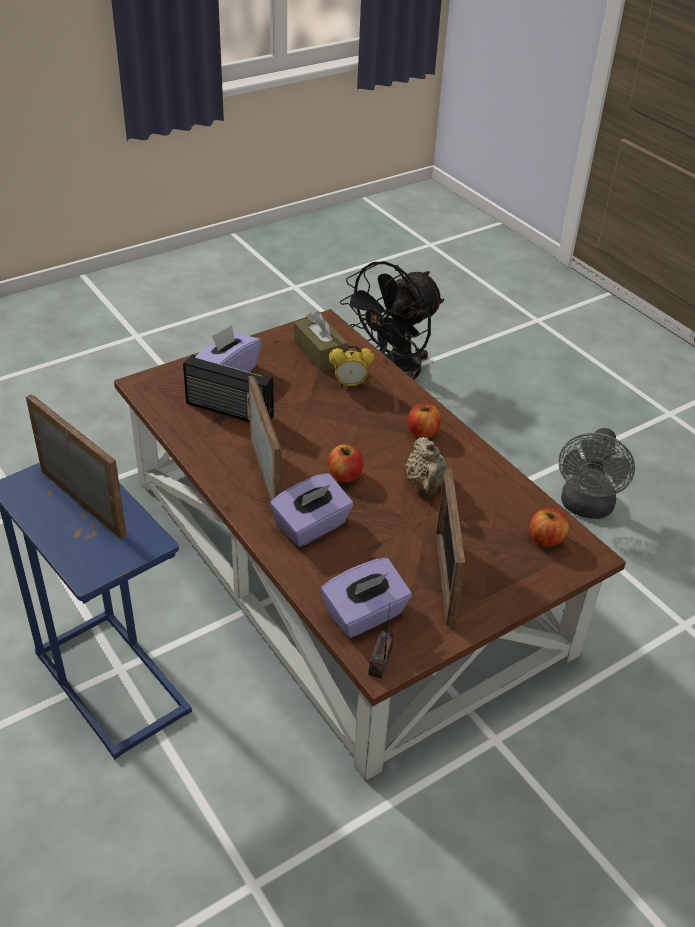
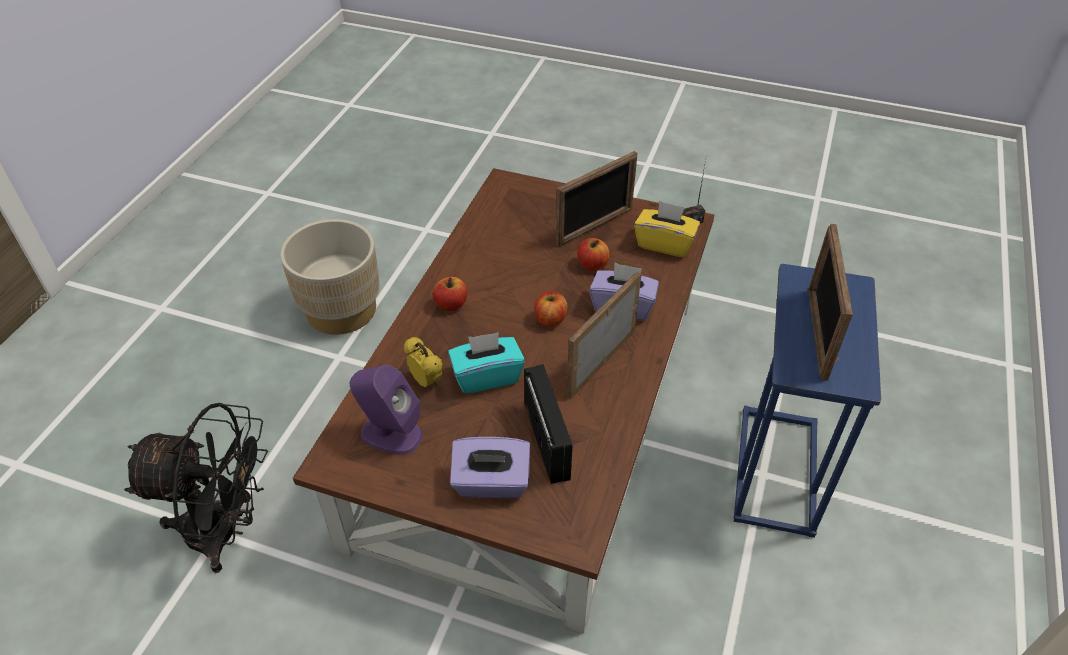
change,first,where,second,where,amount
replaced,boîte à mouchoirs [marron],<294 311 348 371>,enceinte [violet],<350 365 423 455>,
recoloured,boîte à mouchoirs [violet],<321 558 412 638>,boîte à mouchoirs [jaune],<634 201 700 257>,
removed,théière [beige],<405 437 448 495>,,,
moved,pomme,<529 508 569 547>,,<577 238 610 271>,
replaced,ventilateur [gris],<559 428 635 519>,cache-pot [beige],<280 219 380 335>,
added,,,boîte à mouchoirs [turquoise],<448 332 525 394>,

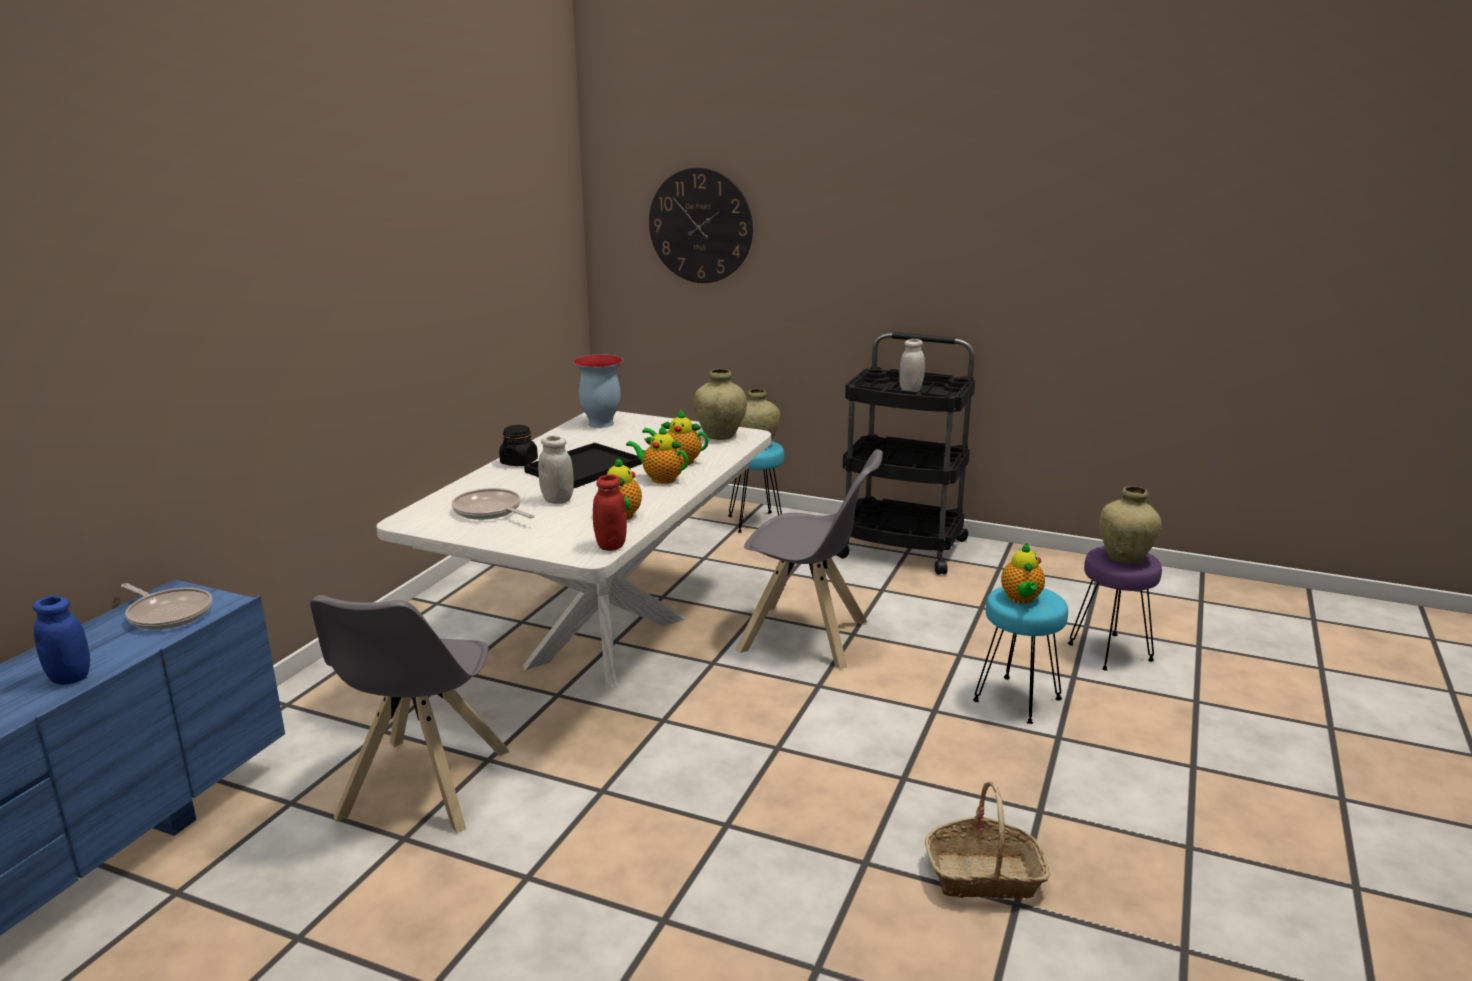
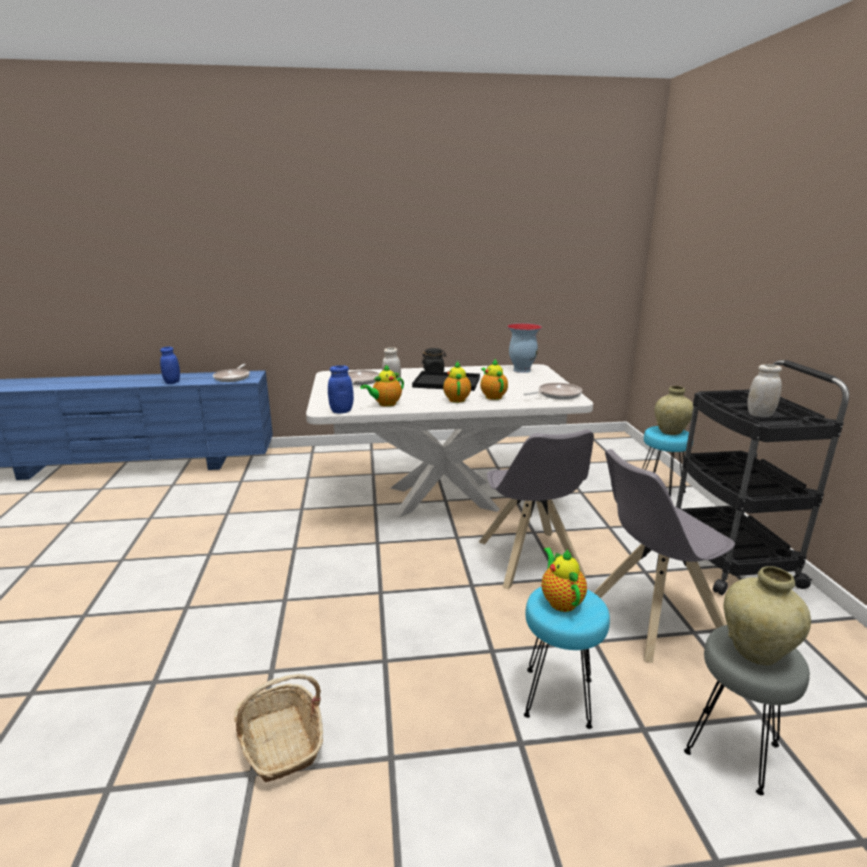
change,first,where,second,where,amount
moved,chaise [gris],<310 595 509 833>,,<593 449 735 663>,
recoloured,bocal [rouge],<593 475 627 551>,bocal [bleu],<328 365 354 414>,
removed,horloge murale,<649 168 753 283>,,,
replaced,vase [beige],<693 369 747 440>,poêle,<523 383 582 400>,
turned,théière,<1001 543 1045 604>,,<542 547 587 612>,105 degrees clockwise
recoloured,tabouret [violet],<1068 546 1162 671>,tabouret [gris],<684 625 810 795>,

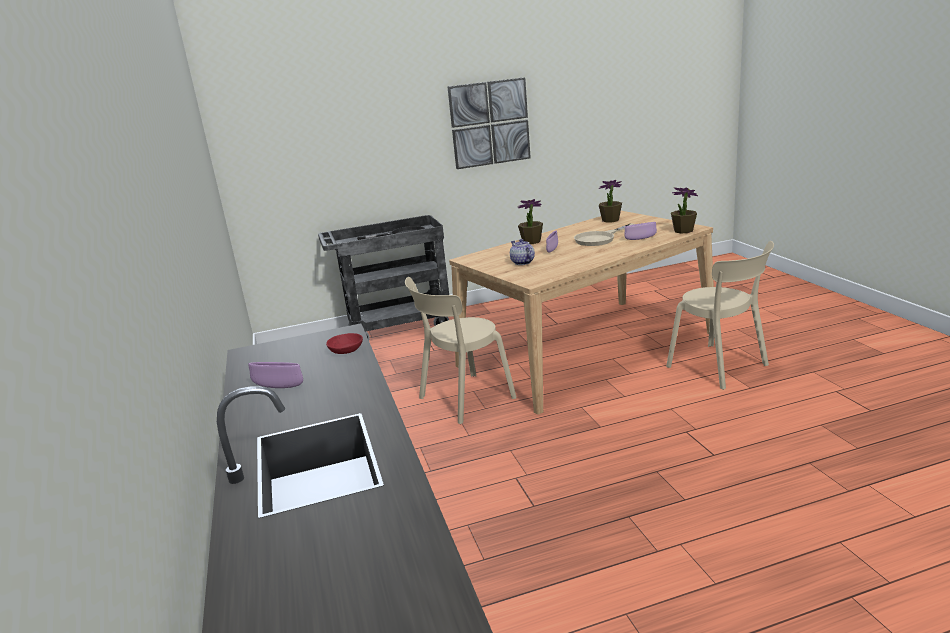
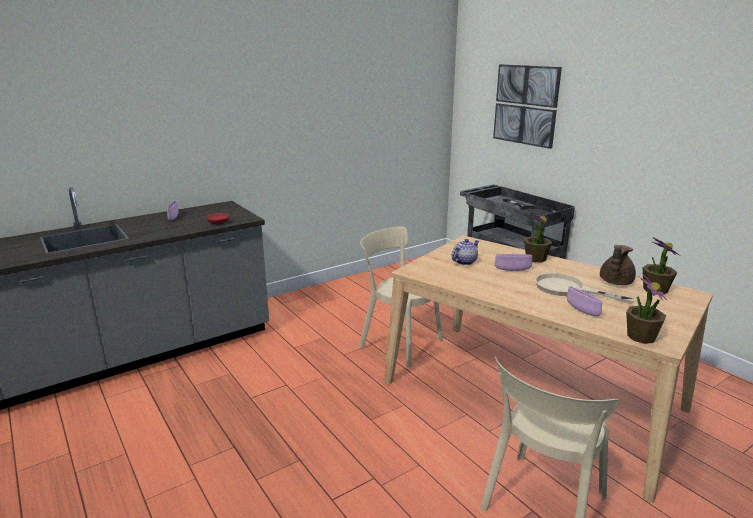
change,first,where,second,where,amount
moved,tableau,<448 77 531 169>,,<493 64 562 149>,
added,,,théière [marron],<600 245 636 285>,

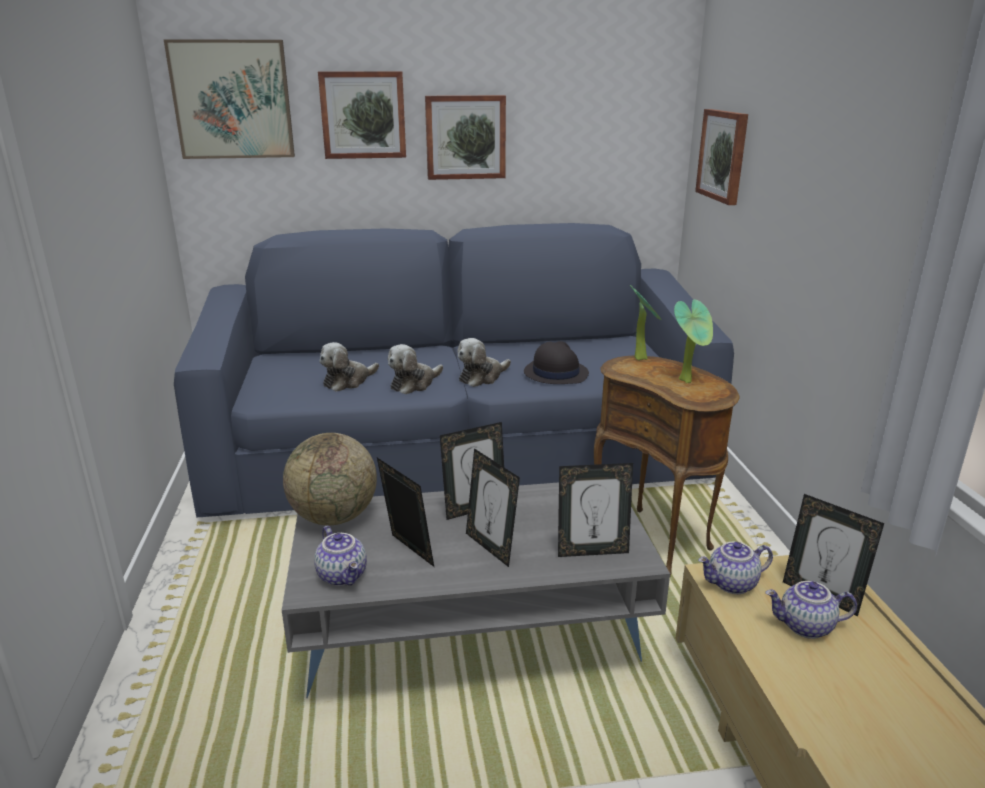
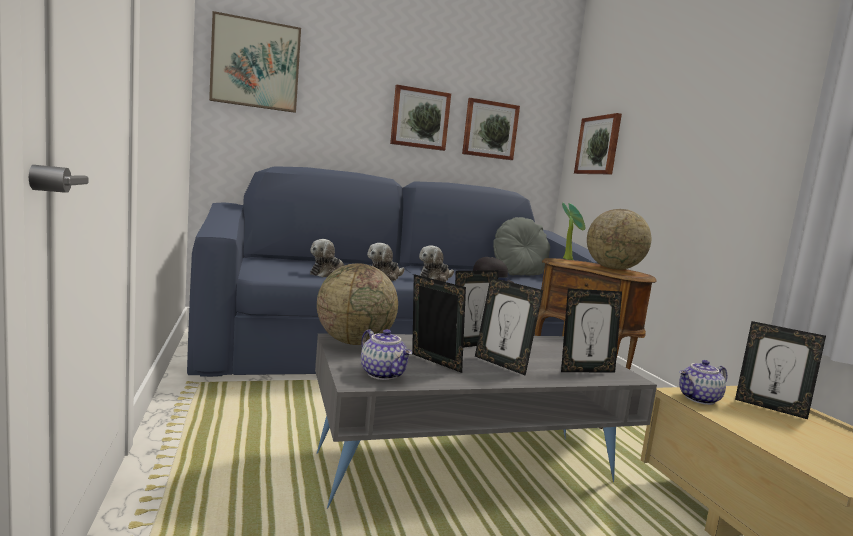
change,first,where,second,where,amount
moved,tableau,<318 71 406 159>,,<462 98 520 160>,
replaced,plante en pot,<674 299 713 383>,globe,<587 209 651 270>,
removed,théière,<765 581 857 639>,,,
added,,,coussin [gris],<493 217 550 276>,

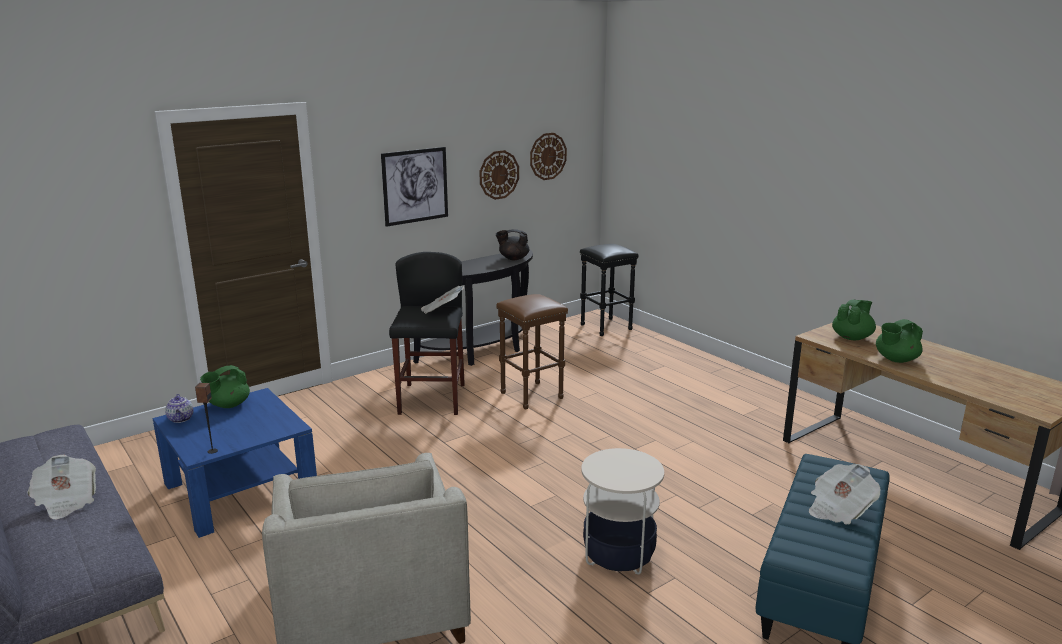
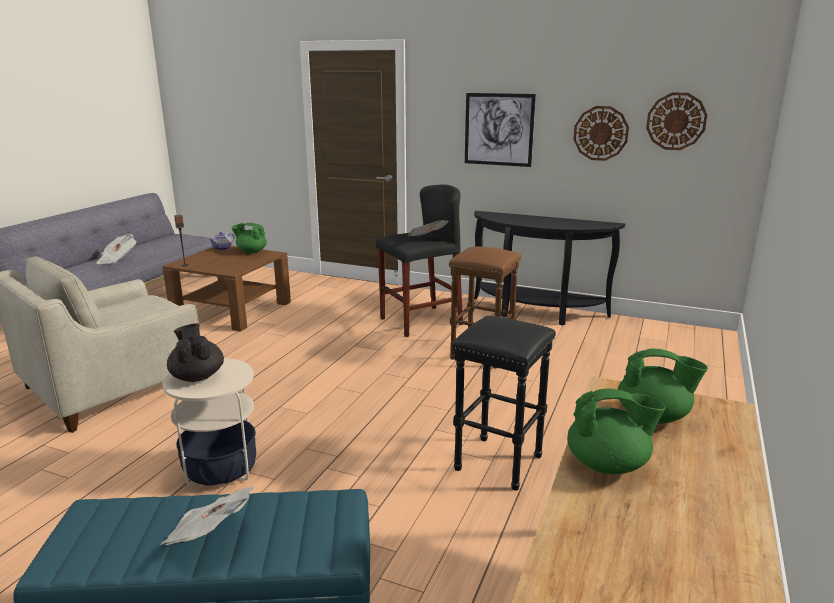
change,first,where,second,where,amount
recoloured,table basse [bleu],<153 388 317 538>,table basse [marron],<162 246 291 332>,
moved,théière [noir],<496 229 530 260>,,<167 323 224 382>,
moved,tabouret [noir],<580 244 638 336>,,<452 316 556 491>,
turned,théière [vert],<876 319 923 363>,,<567 388 666 474>,150 degrees clockwise

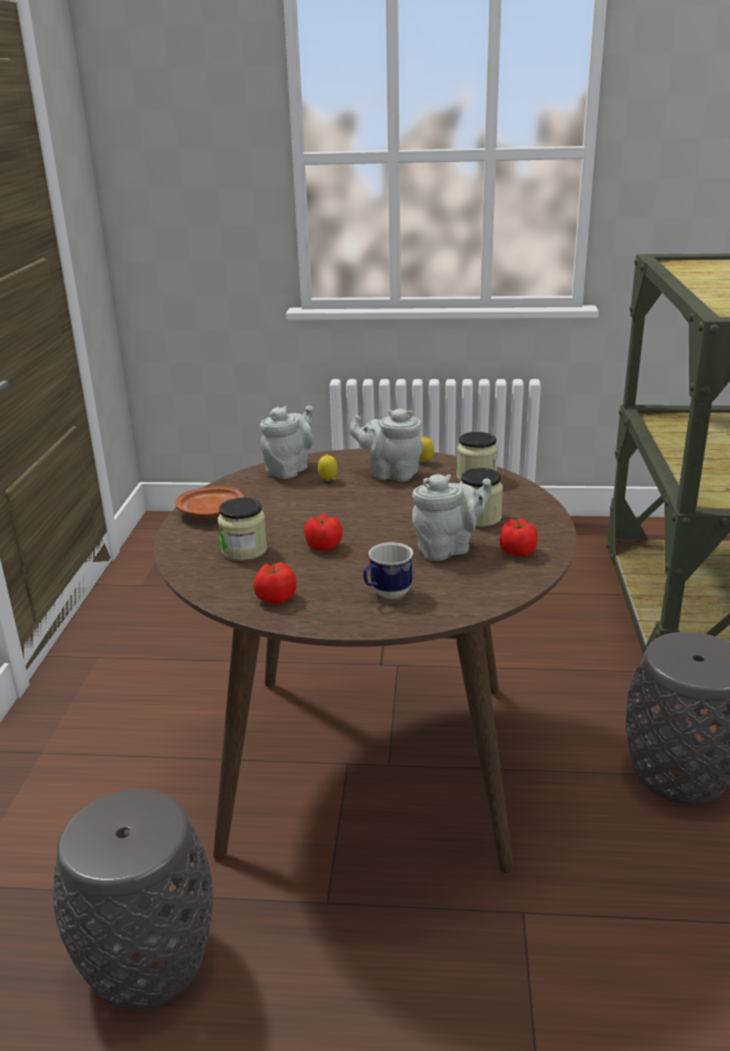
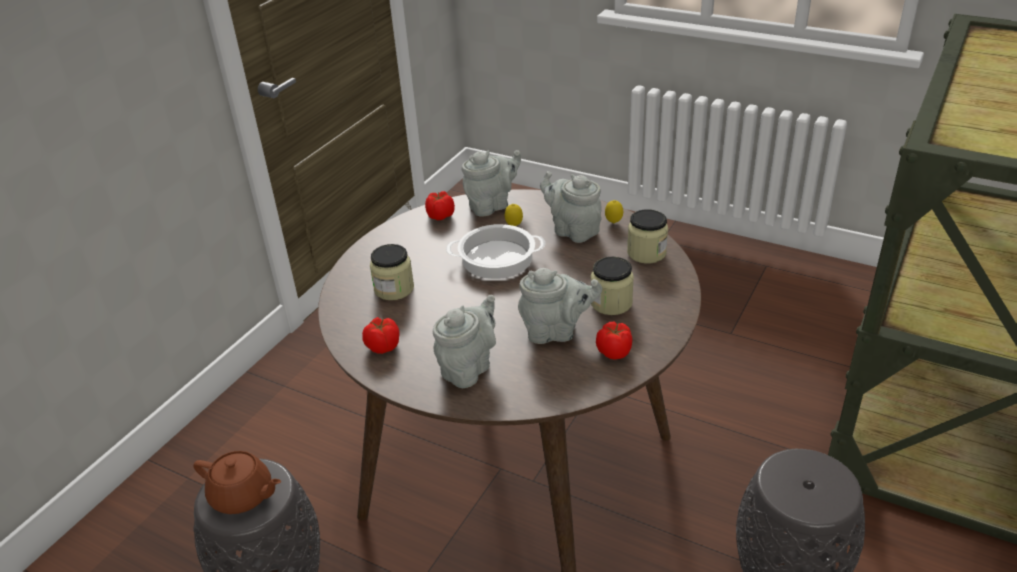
change,first,where,second,where,amount
removed,assiette [marron],<175 486 244 518>,,,
moved,tomate,<304 514 343 551>,,<425 191 455 220>,
replaced,mug,<363 542 413 599>,théière [gris],<433 295 496 388>,
added,,,théière [marron],<193 451 281 514>,
added,,,marmite,<446 224 546 279>,

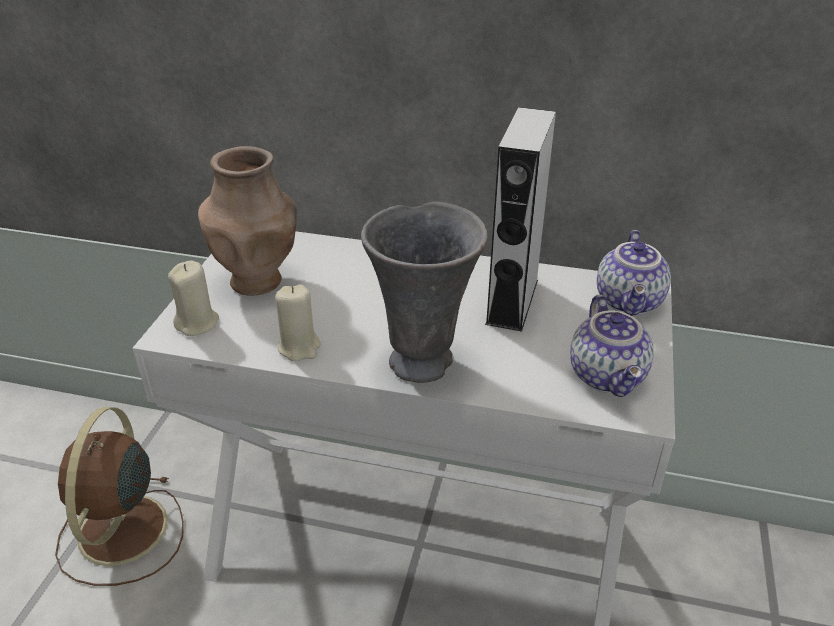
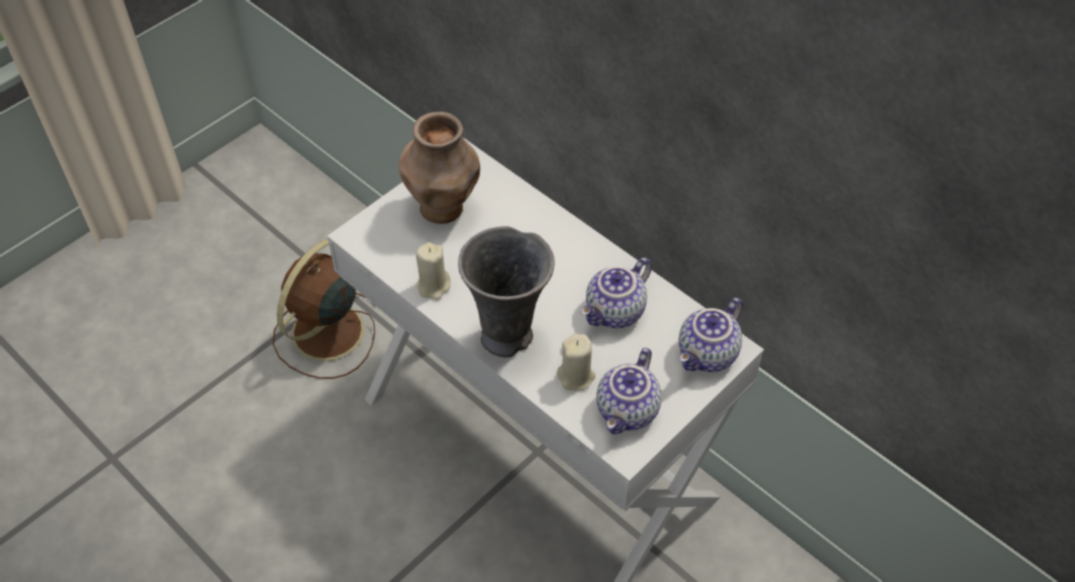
change,first,where,second,where,amount
moved,bougie [beige],<168 260 219 336>,,<557 334 596 390>,
replaced,enceinte [gris],<485 107 556 332>,théière,<581 258 652 328>,

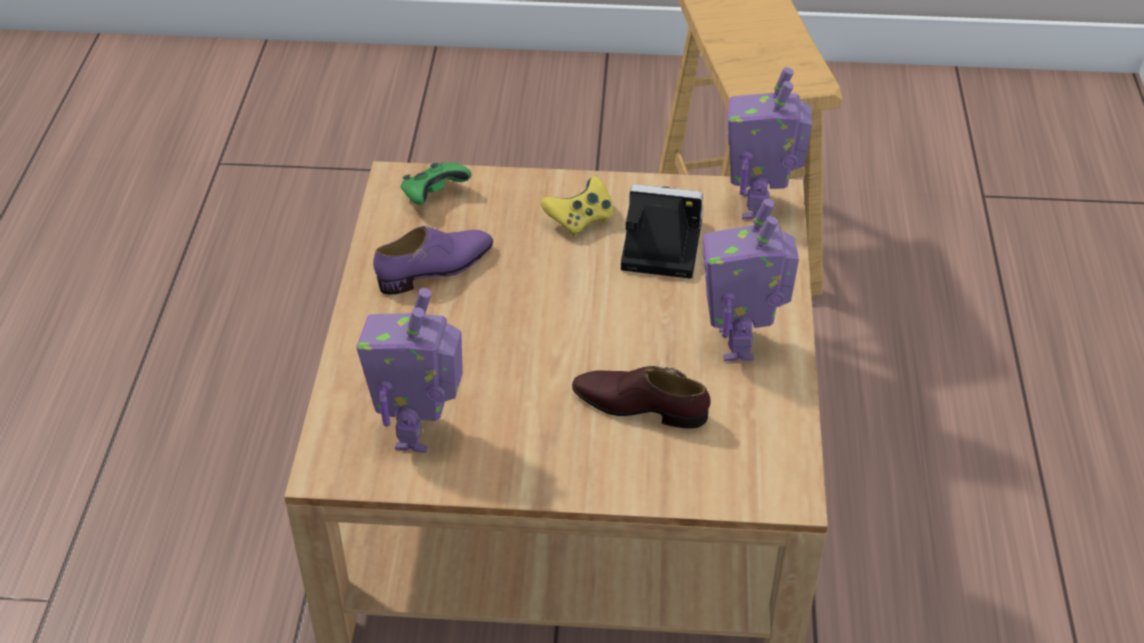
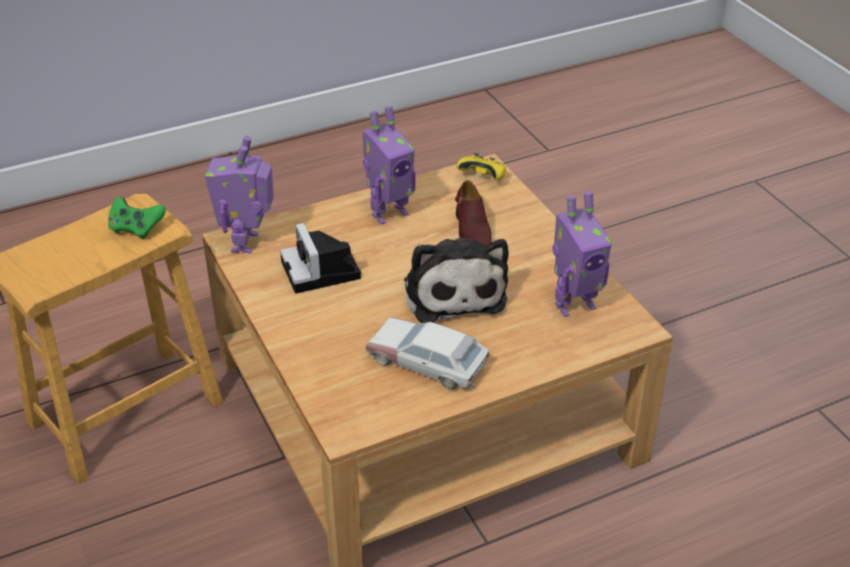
change,first,where,second,where,amount
replaced,chaussure [violet],<373 226 493 295>,petite voiture,<365 317 489 389>,
moved,manette [vert],<401 162 472 205>,,<108 197 166 239>,
moved,manette [jaune],<541 176 614 236>,,<456 153 506 180>,
turned,robot jouet,<727 67 812 220>,,<204 136 274 254>,120 degrees clockwise
added,,,peluche,<404 238 509 323>,

